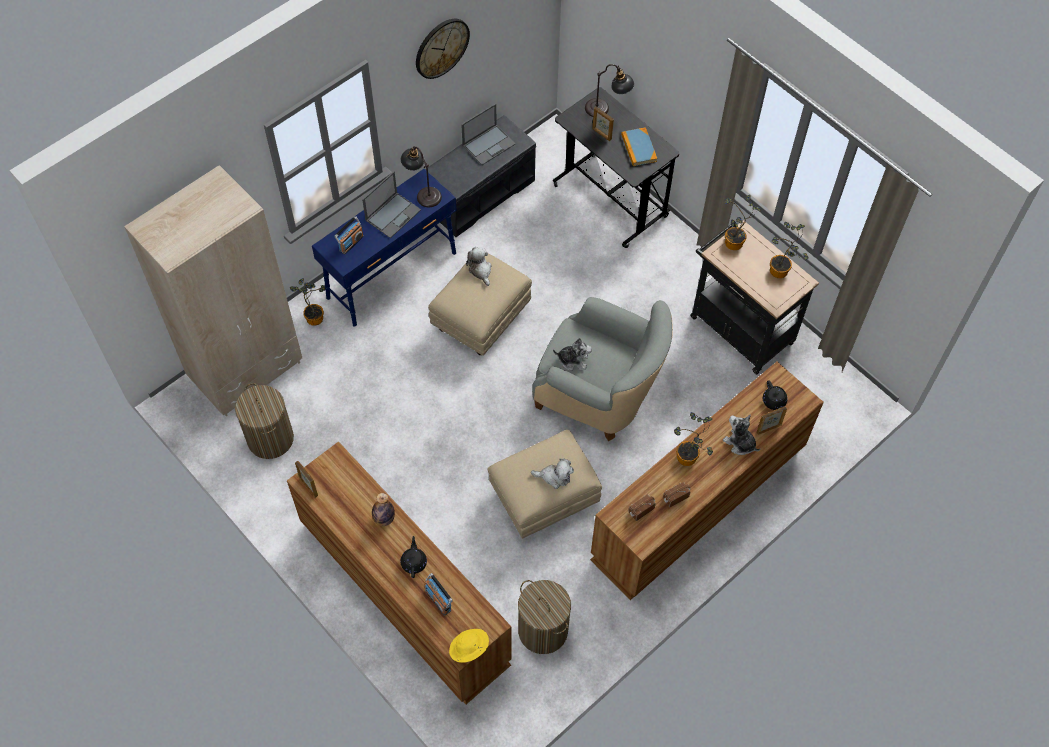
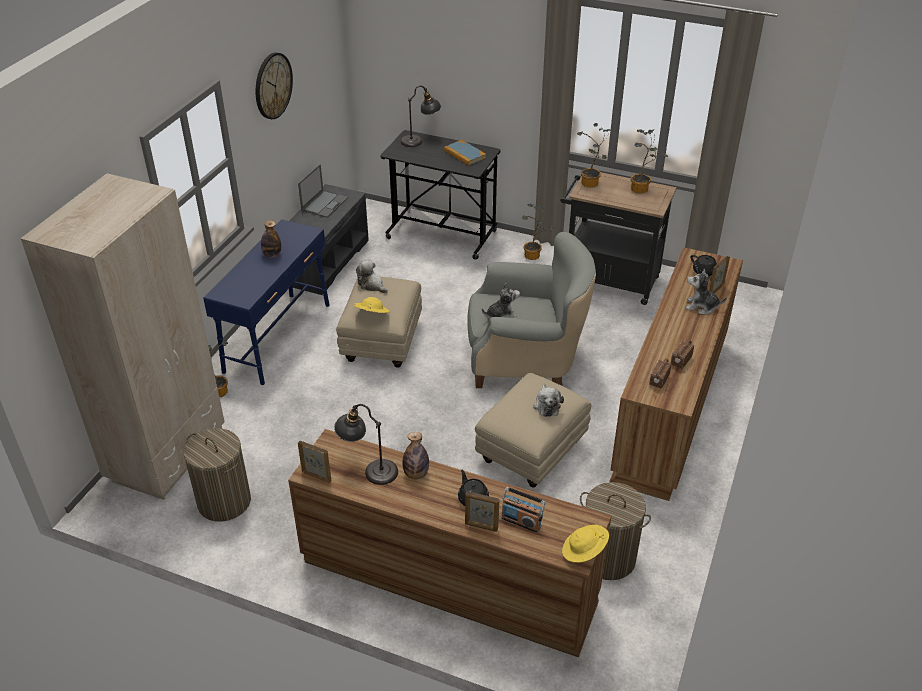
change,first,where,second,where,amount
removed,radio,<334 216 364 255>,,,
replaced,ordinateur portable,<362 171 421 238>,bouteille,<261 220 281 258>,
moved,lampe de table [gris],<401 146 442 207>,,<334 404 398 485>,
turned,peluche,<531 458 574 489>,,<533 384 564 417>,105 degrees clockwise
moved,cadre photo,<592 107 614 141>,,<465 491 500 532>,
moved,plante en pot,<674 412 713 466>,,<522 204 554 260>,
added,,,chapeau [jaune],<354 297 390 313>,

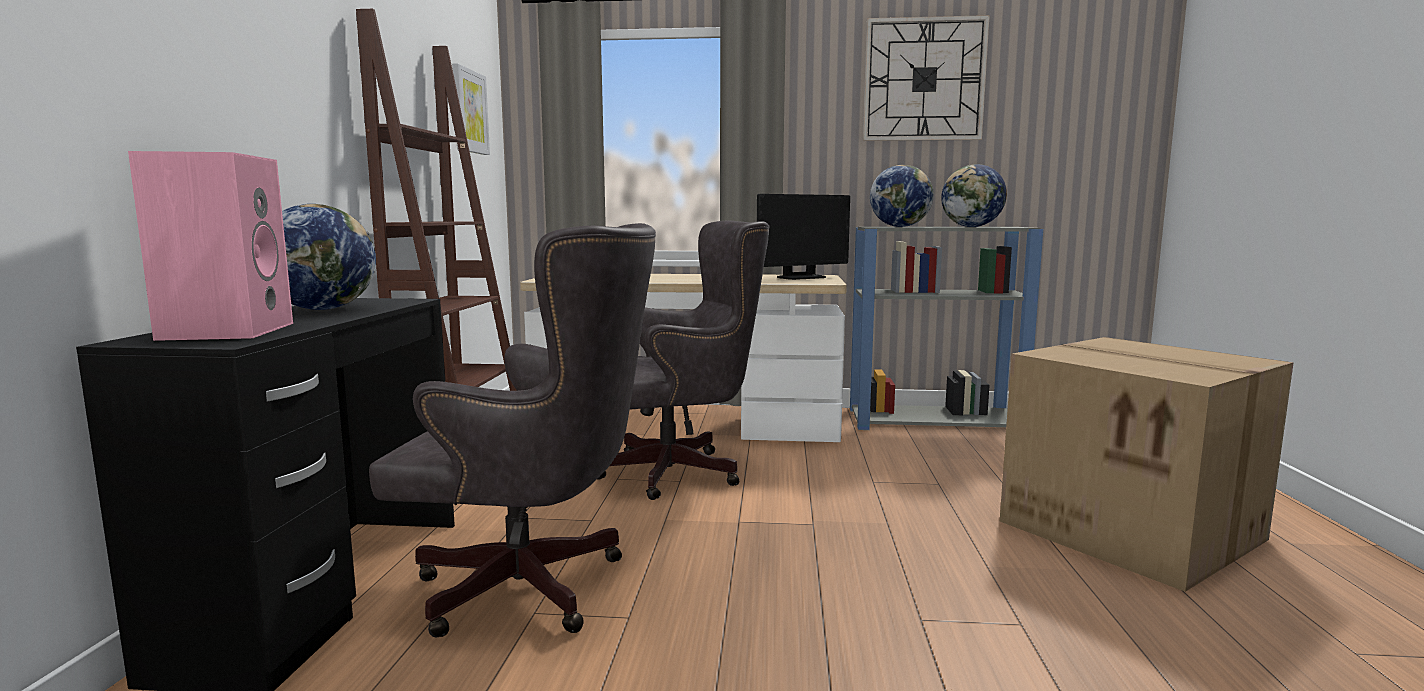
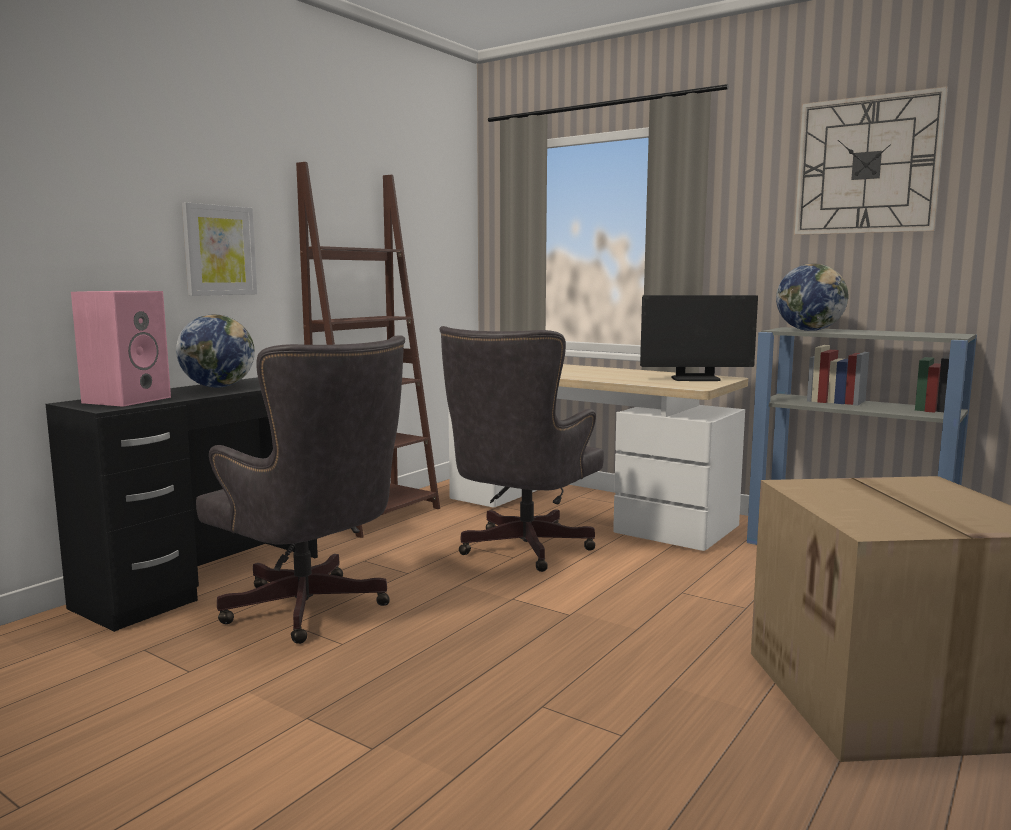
change,first,where,second,where,amount
moved,tableau,<452 63 490 155>,,<182 202 257 296>,
turned,chaise de bureau [gris],<598 220 769 500>,,<439 326 604 572>,105 degrees clockwise
removed,globe,<941 164 1007 227>,,,

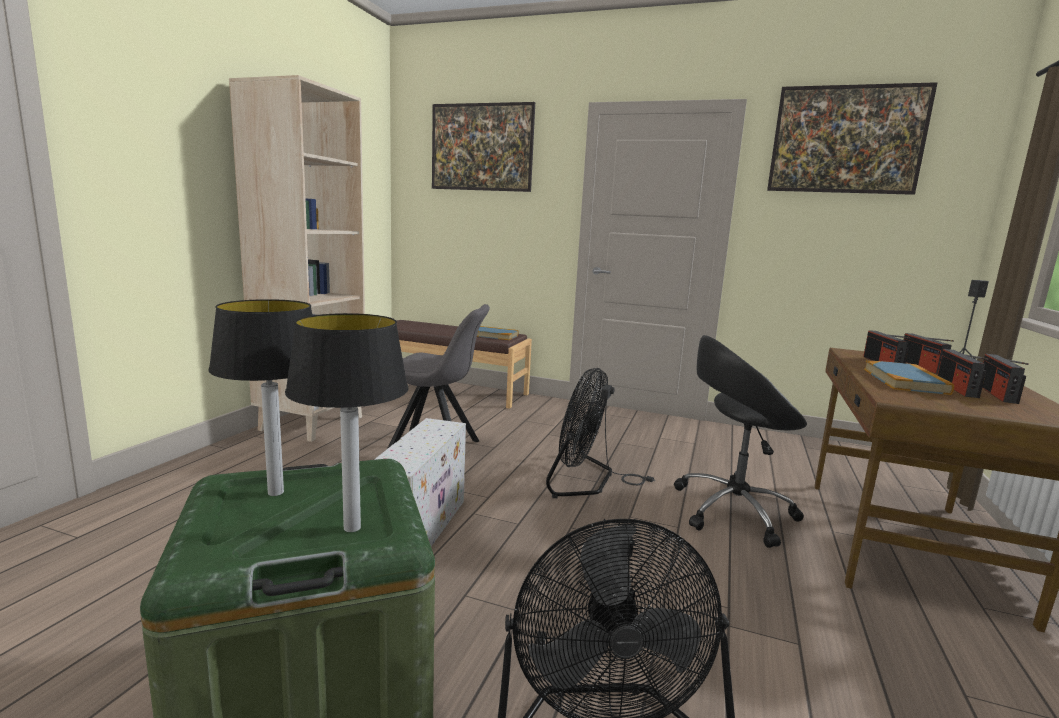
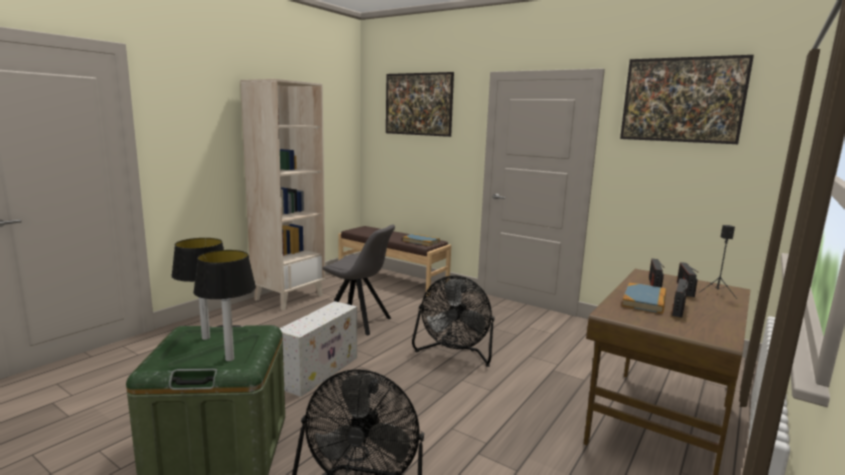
change,first,where,second,where,amount
turned,ventilateur [noir],<546 368 655 499>,,<412 276 495 367>,105 degrees counterclockwise
removed,chaise de bureau [noir],<674 335 807 548>,,,
removed,radio,<982 354 1029 404>,,,

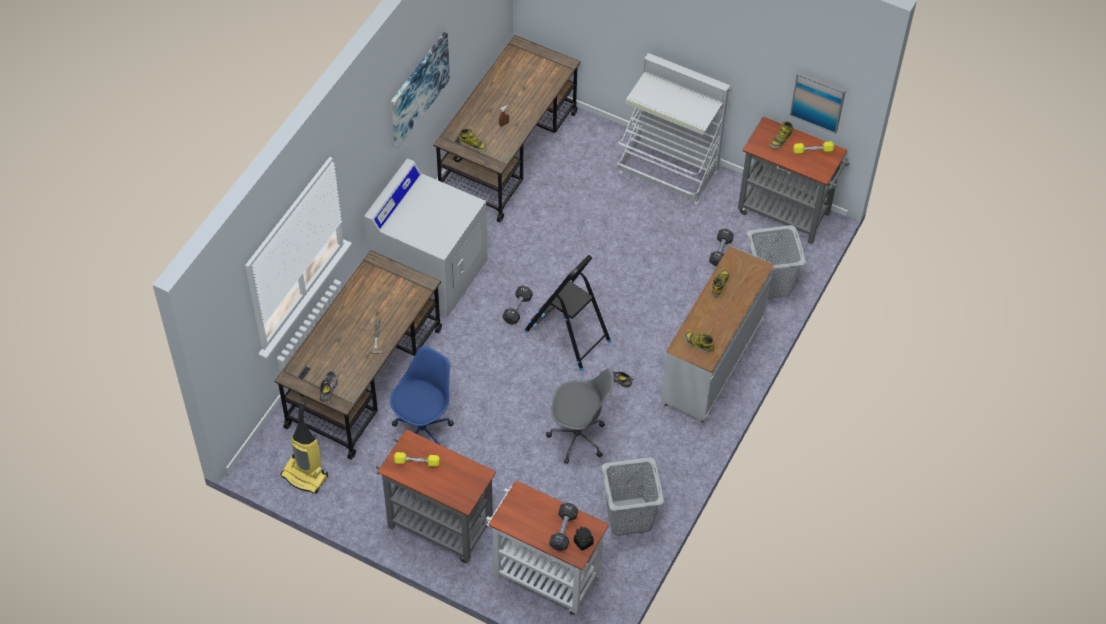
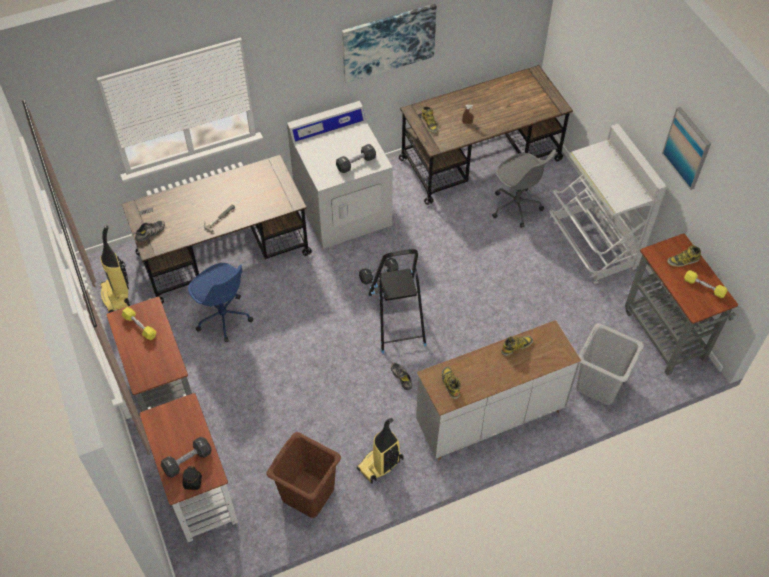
change,first,where,second,where,amount
turned,chaise de bureau [bleu],<390 346 454 445>,,<188 263 253 342>,60 degrees clockwise
moved,chaise de bureau [gris],<546 368 614 464>,,<492 149 556 228>,
recoloured,panier à linge [gris],<601 457 664 536>,panier à linge [marron],<266 432 341 518>,
moved,haltère [noir],<709 229 734 267>,,<336 144 376 173>,
moved,tableau,<790 72 846 134>,,<662 107 711 190>,
added,,,aspirateur,<357 418 404 484>,

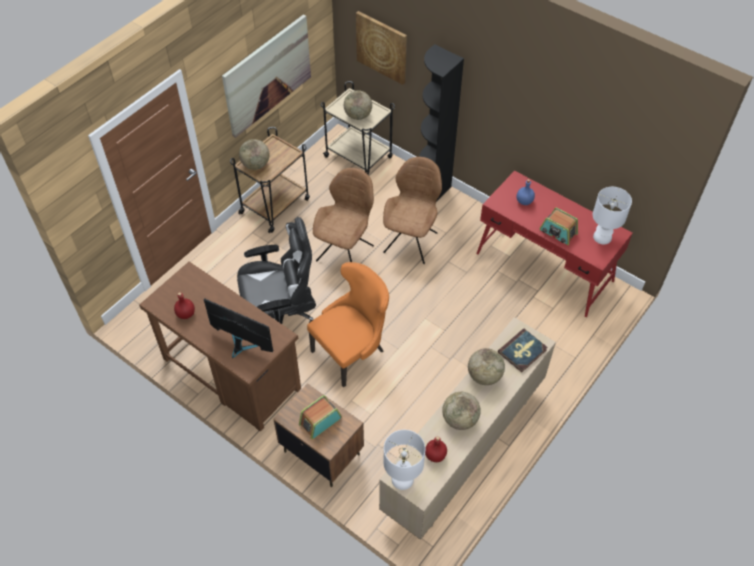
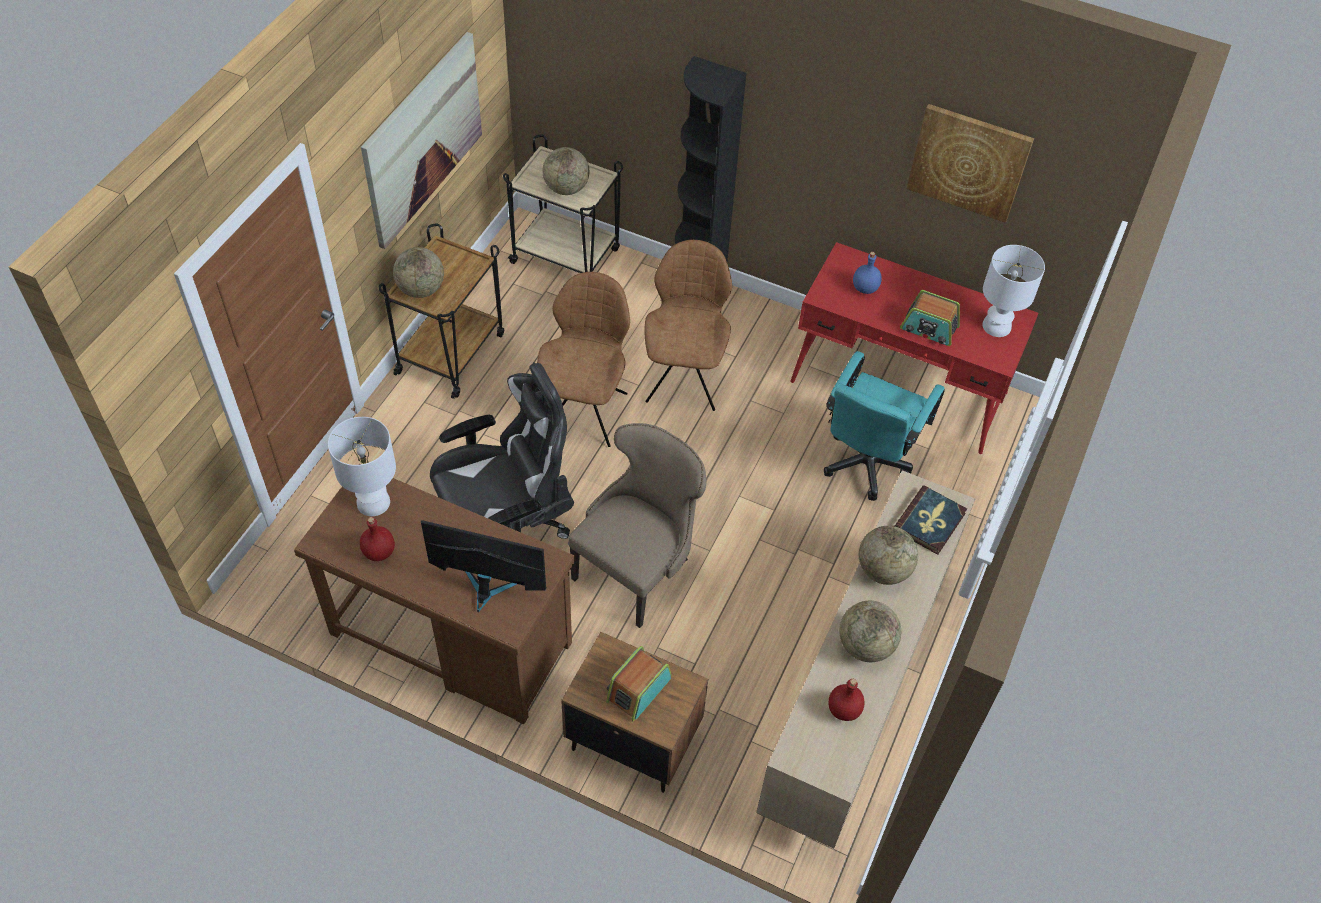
change,first,where,second,where,amount
recoloured,chaise [orange],<307 262 389 387>,chaise [beige],<568 423 706 628>,
moved,tableau,<356 11 407 85>,,<907 104 1034 223>,
moved,lampe de table [blanc],<384 430 425 490>,,<328 417 396 516>,
added,,,chaise de bureau [turquoise],<824 351 945 501>,

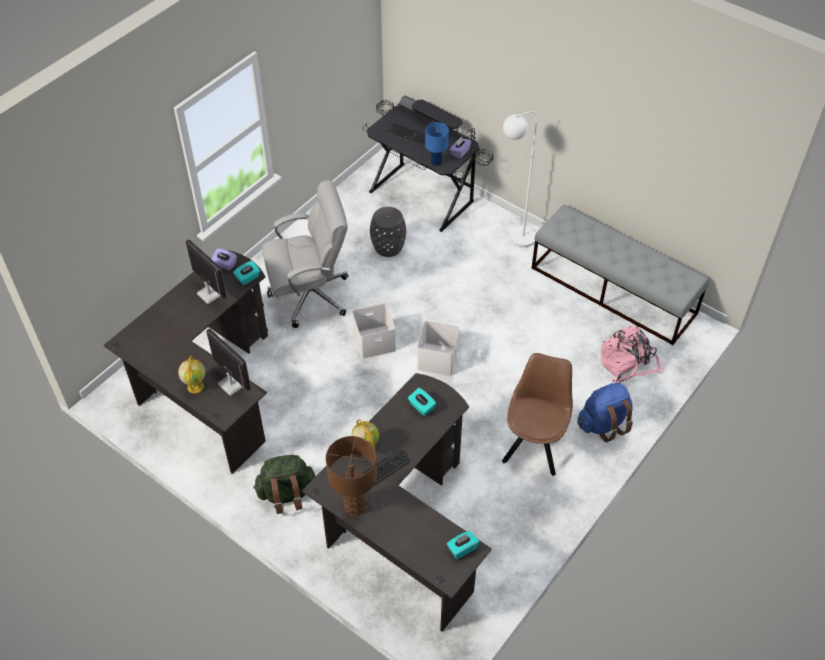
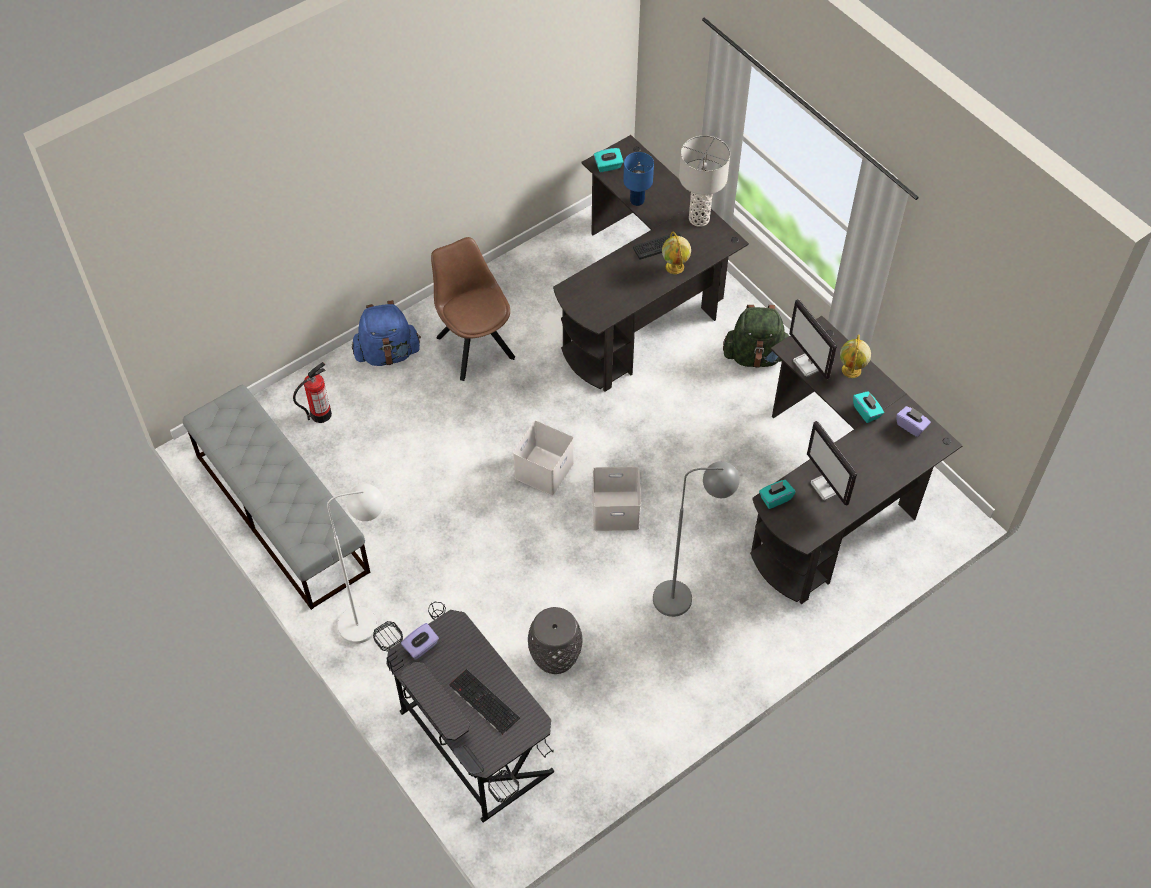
change,first,where,second,where,amount
moved,boîte à mouchoirs [violet],<211 248 237 270>,,<896 406 931 437>,
replaced,chaise de bureau [gris],<262 180 348 328>,lampadaire [gris],<653 461 740 617>,
recoloured,lampe de table [marron],<326 436 377 516>,lampe de table [blanc],<679 136 730 227>,
moved,boîte à mouchoirs [turquoise],<408 388 436 416>,,<853 391 884 423>,
moved,lampe de table [bleu],<425 122 449 166>,,<623 152 654 206>,
turned,chaise [marron],<502 353 573 476>,,<431 237 515 381>,120 degrees clockwise
replaced,sac à dos [rose],<601 326 663 383>,extincteur,<293 362 332 423>,

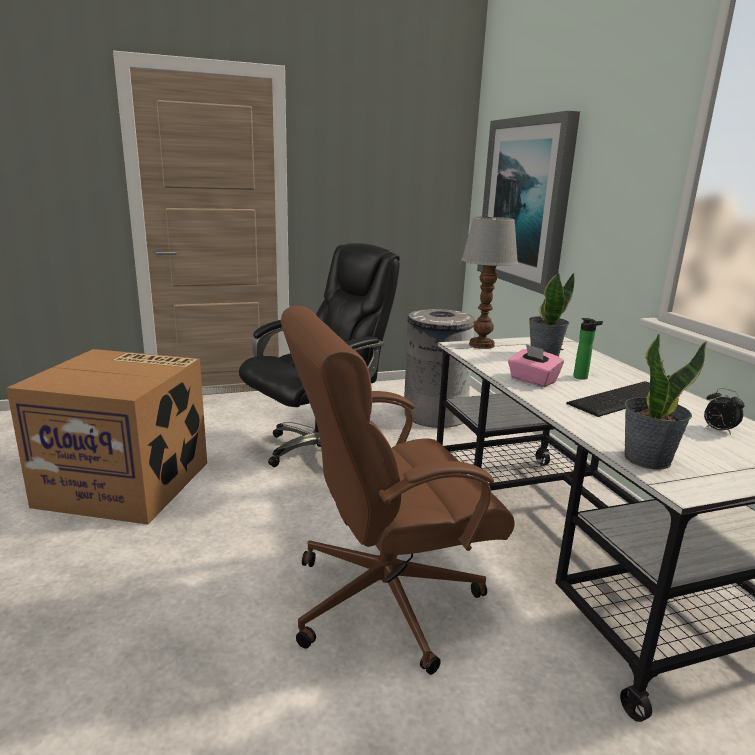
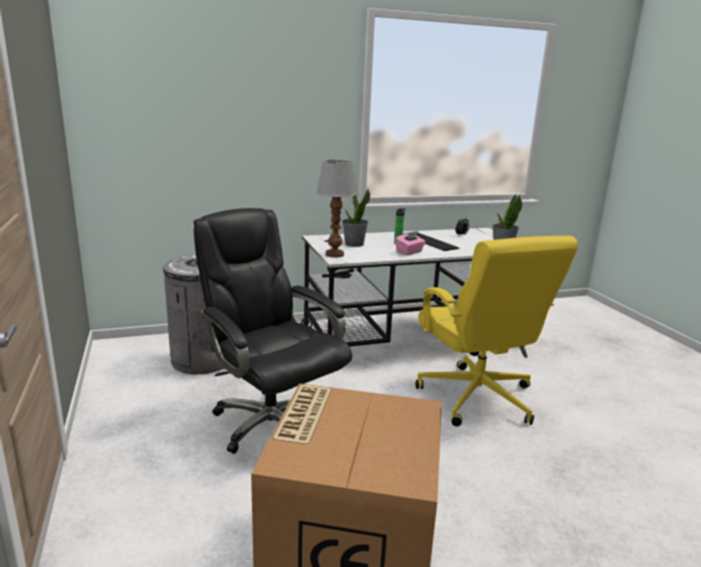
change,first,where,second,where,amount
recoloured,chaise de bureau [marron],<280 306 514 675>,chaise de bureau [jaune],<416 236 578 426>,
removed,tableau,<477 110 580 295>,,,

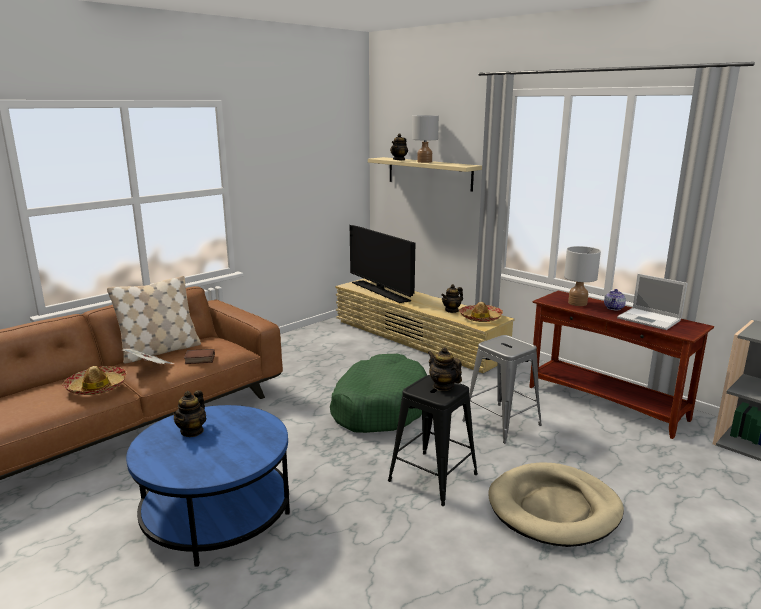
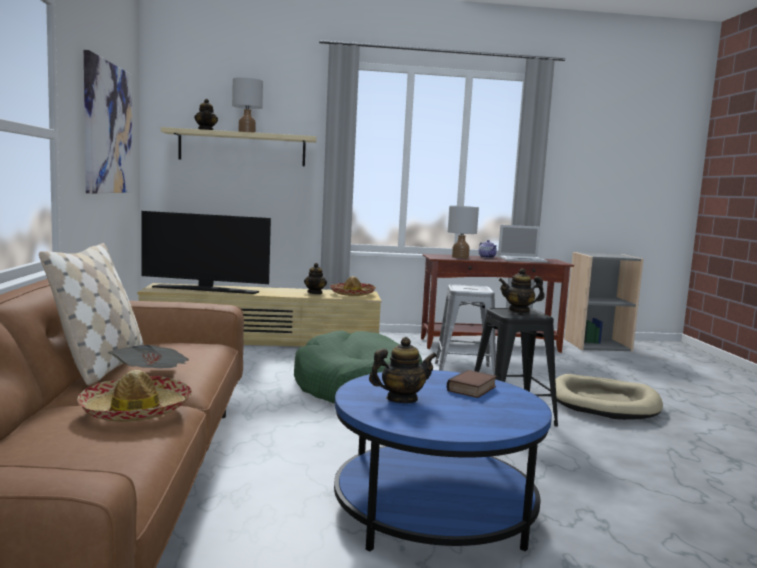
change,first,where,second,where,amount
turned,théière,<173 390 206 437>,,<369 337 437 403>,75 degrees counterclockwise
moved,livre,<184 349 215 364>,,<447 370 497 398>,
added,,,tableau,<84 50 132 194>,

